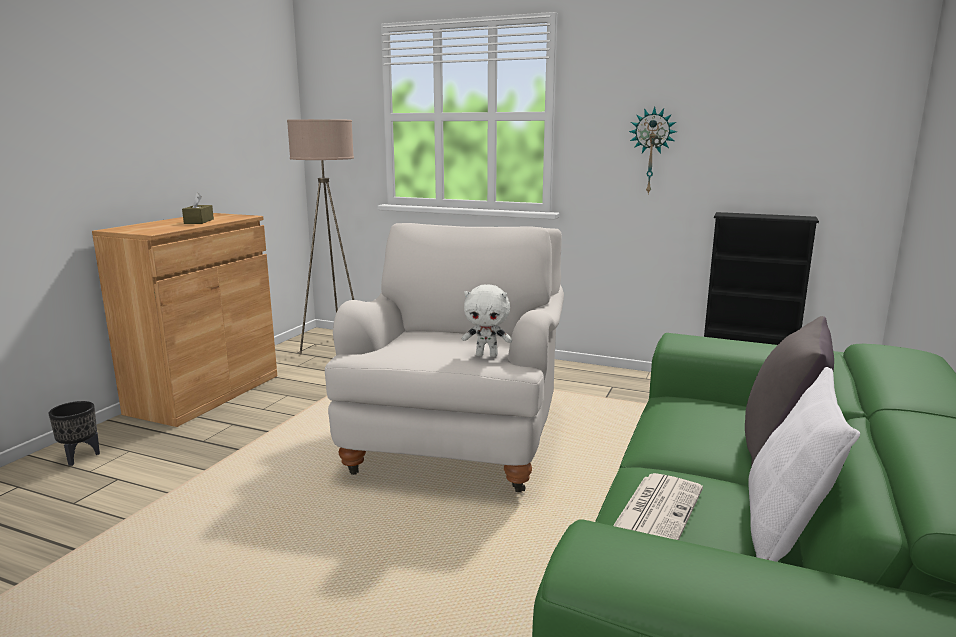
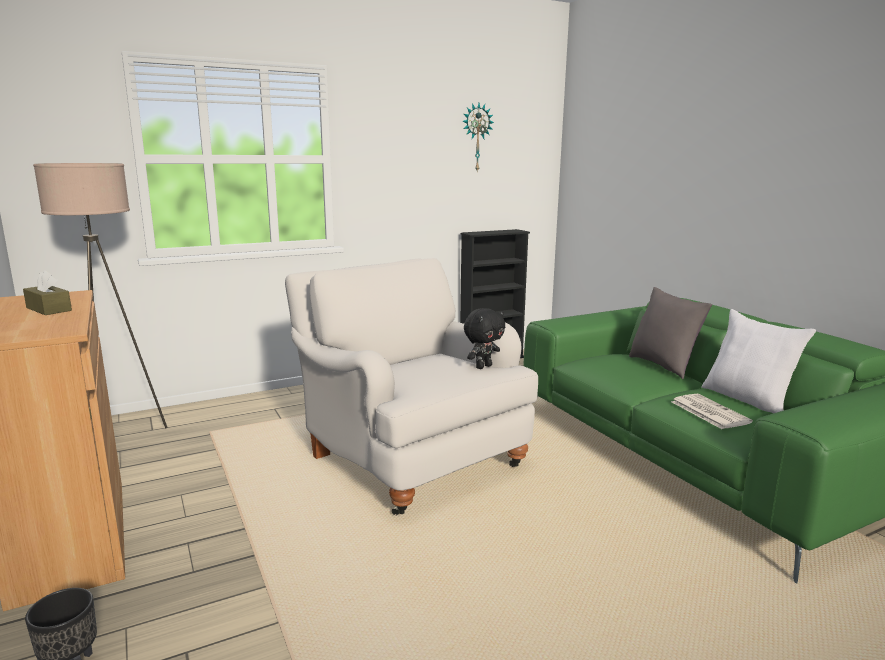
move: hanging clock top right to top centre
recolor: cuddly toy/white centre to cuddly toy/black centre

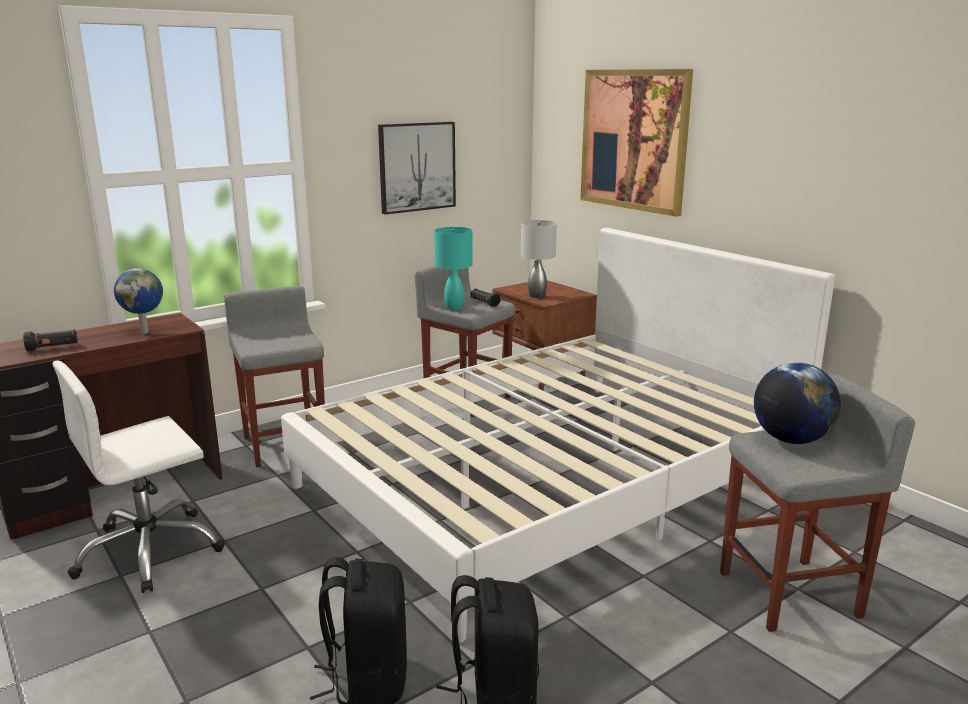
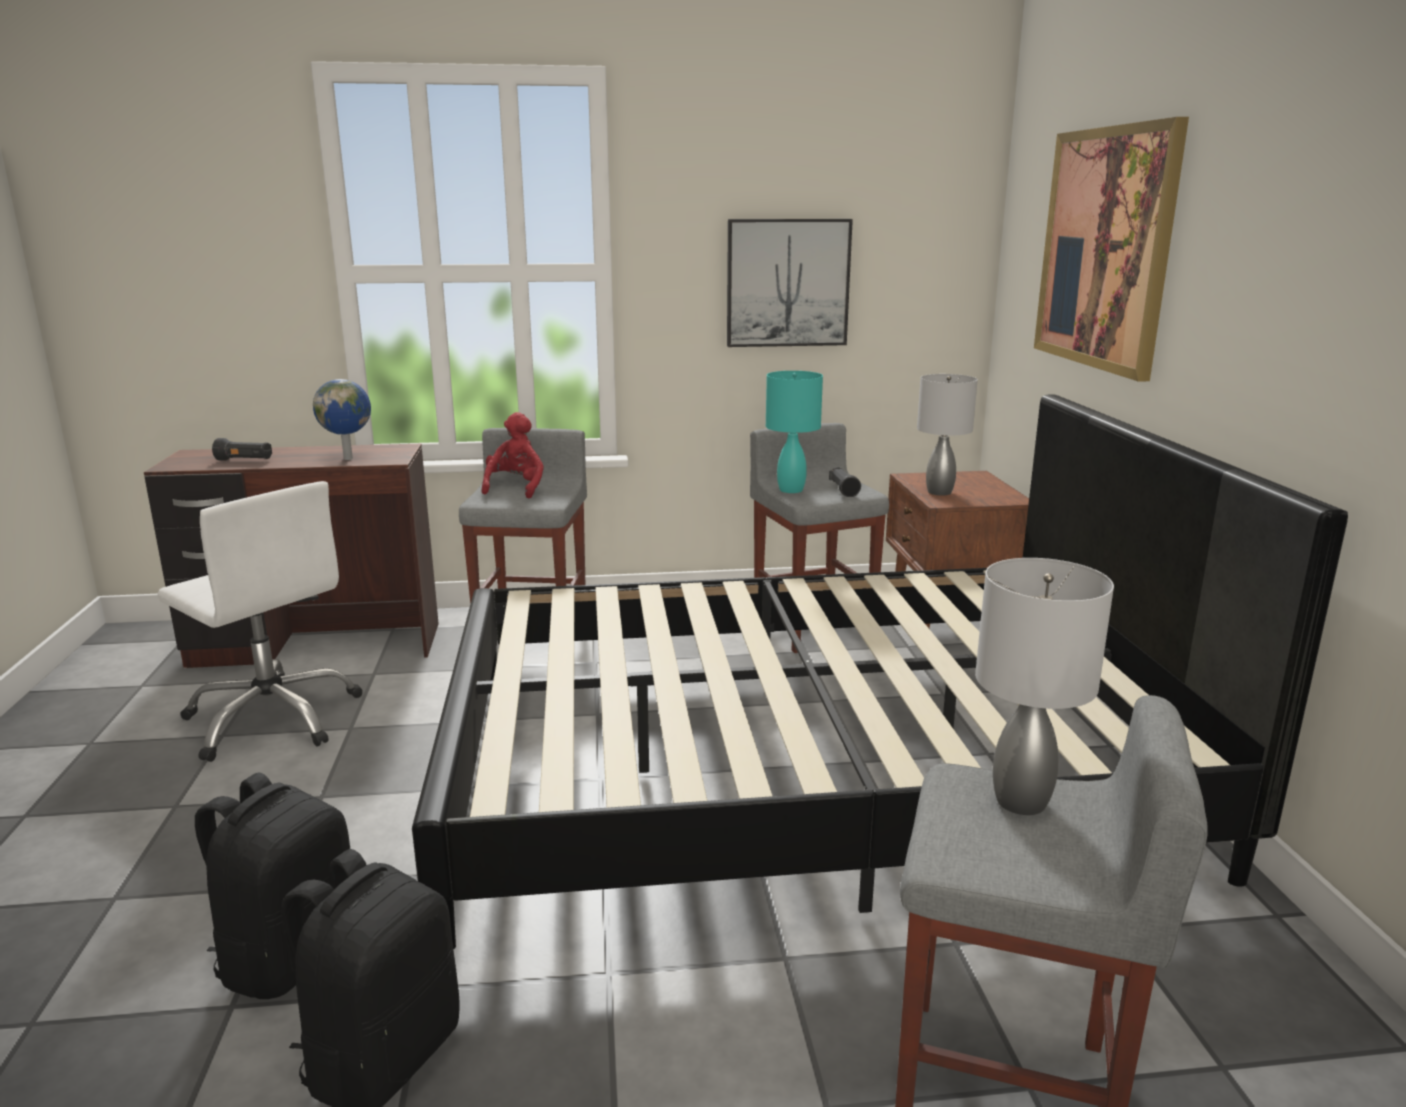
insert: cuddly toy/reddish centre
replace: desk globe (2nd from left) middle right to table lamp/gray (2nd from left) middle right
recolor: bedroom bed/white centre to bedroom bed/black centre
rotate: office chair/white bottom left = middle left 135 degrees counterclockwise

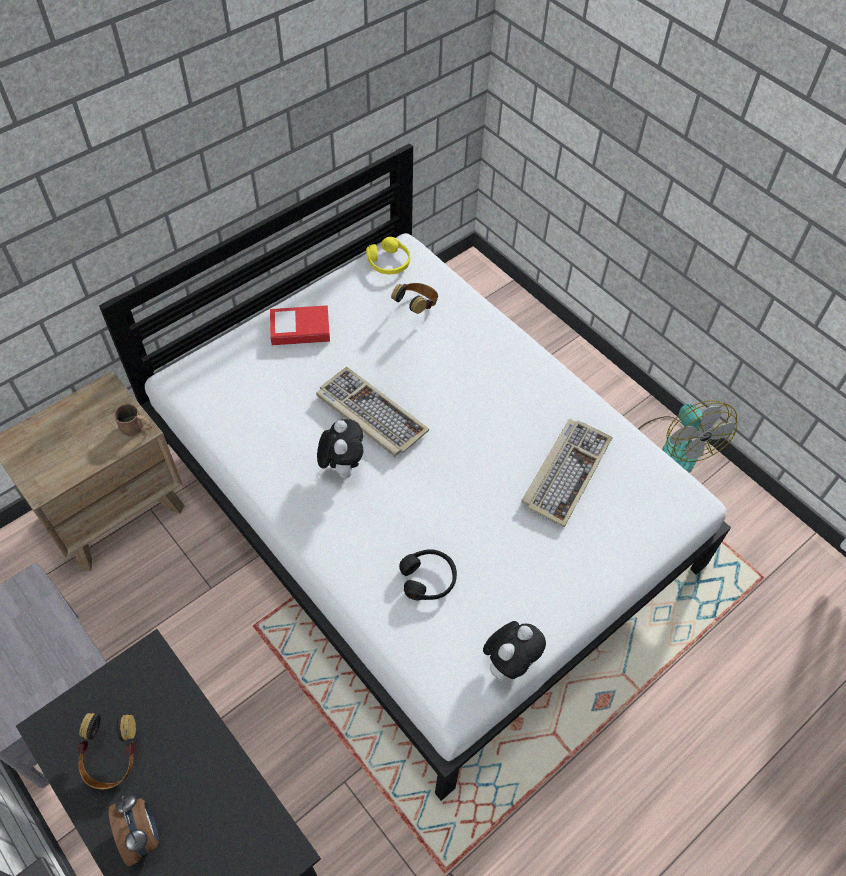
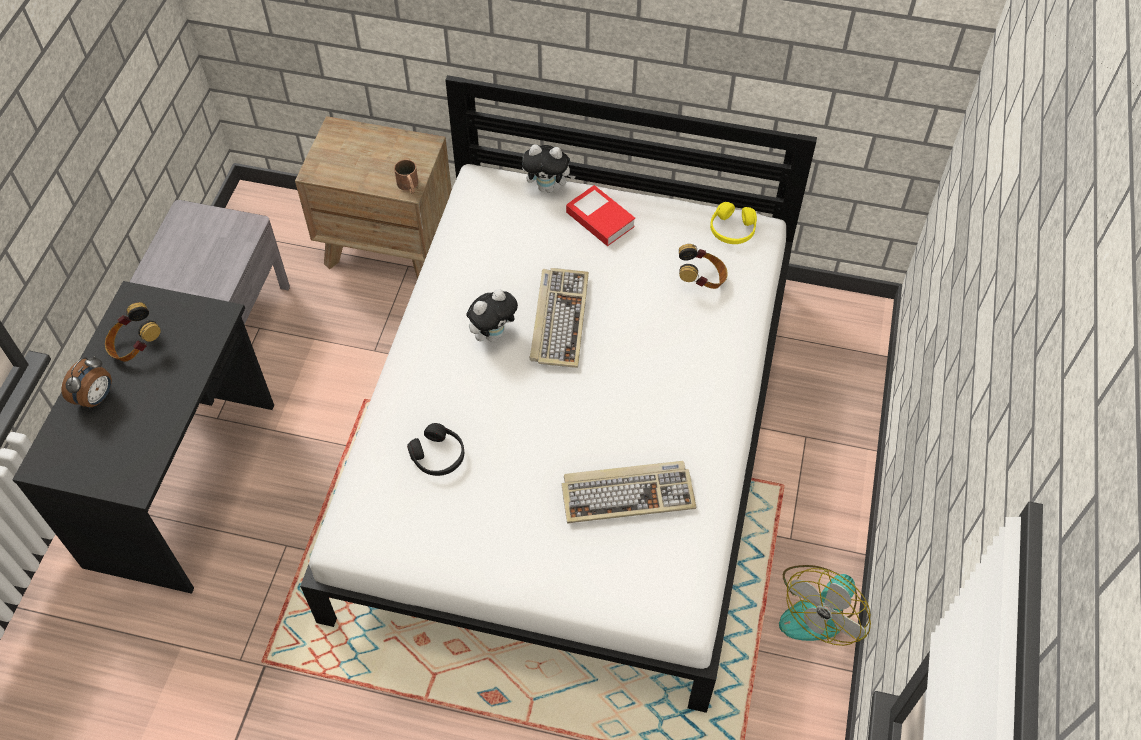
move: cuddly toy (2nd from left) bottom centre to top centre

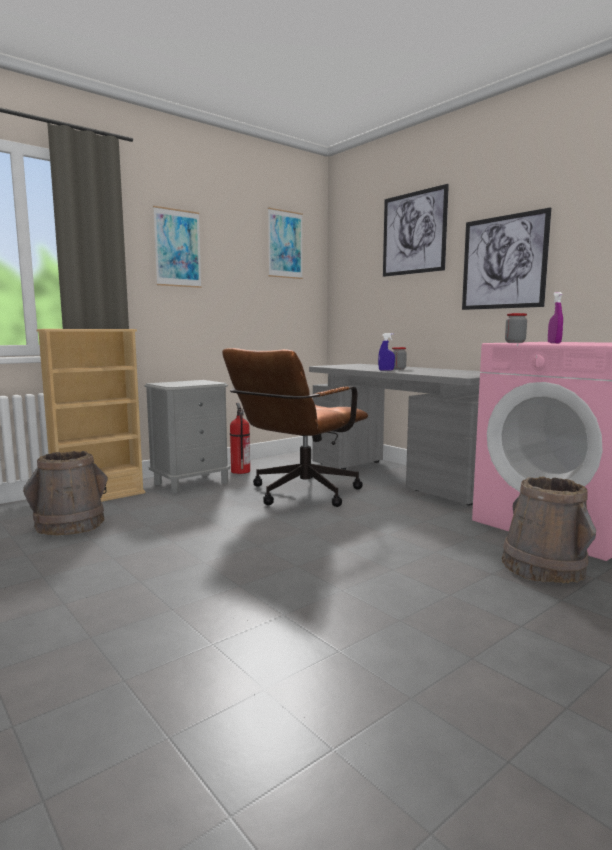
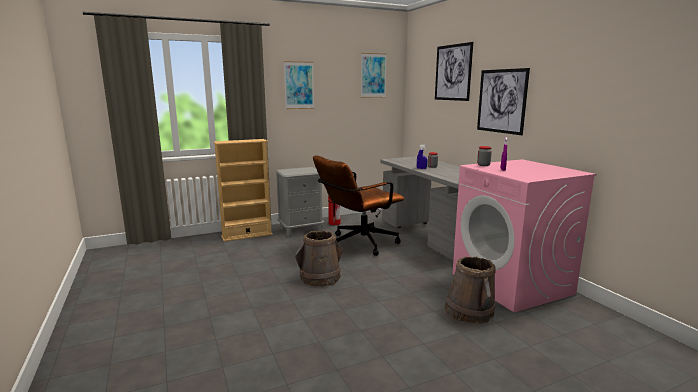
move: pail/brownish (1st from left) middle left to centre

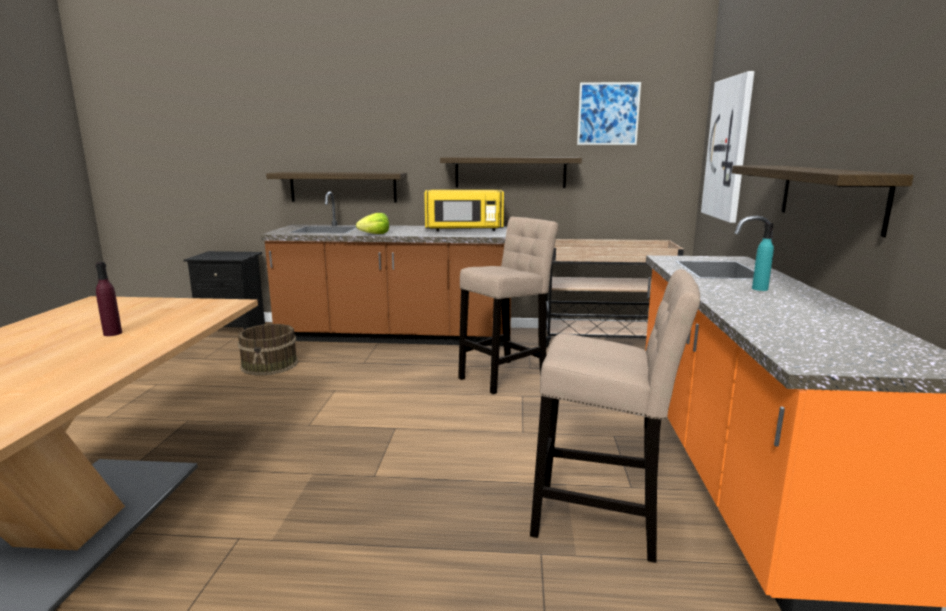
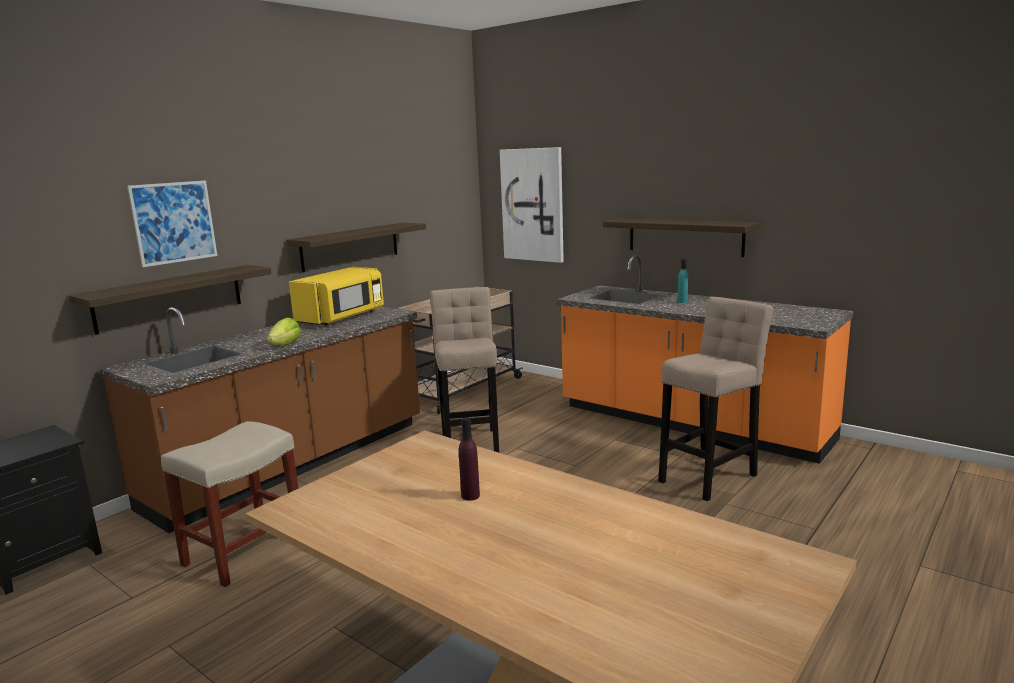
move: wall art (1st from left) top centre to top left
replace: pail/brownish middle left to sitting stool/beige (1st from left) bottom left

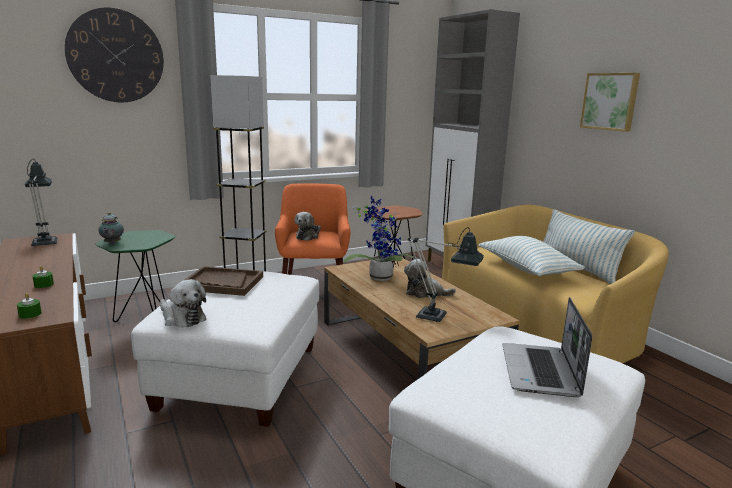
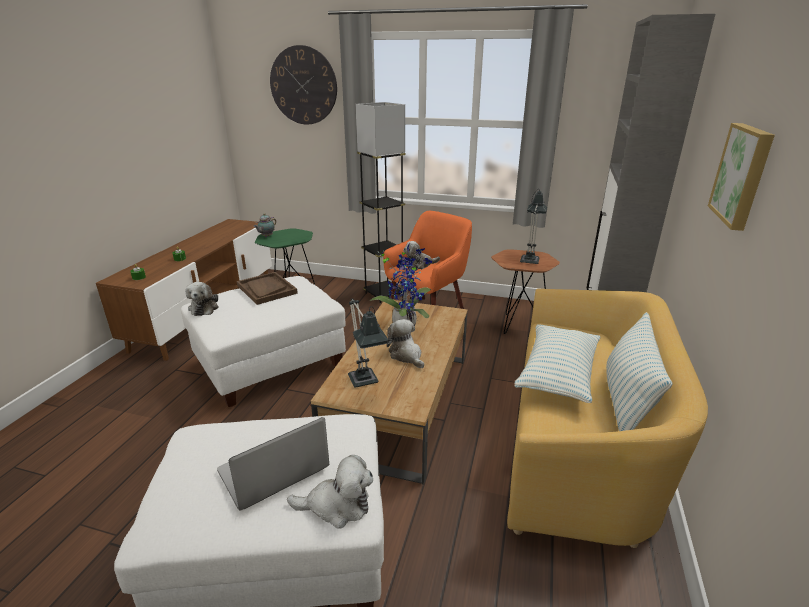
insert: cuddly toy (2nd from left) bottom centre
move: table lamp (1st from left in the first image) middle left to table lamp (2nd from left) centre

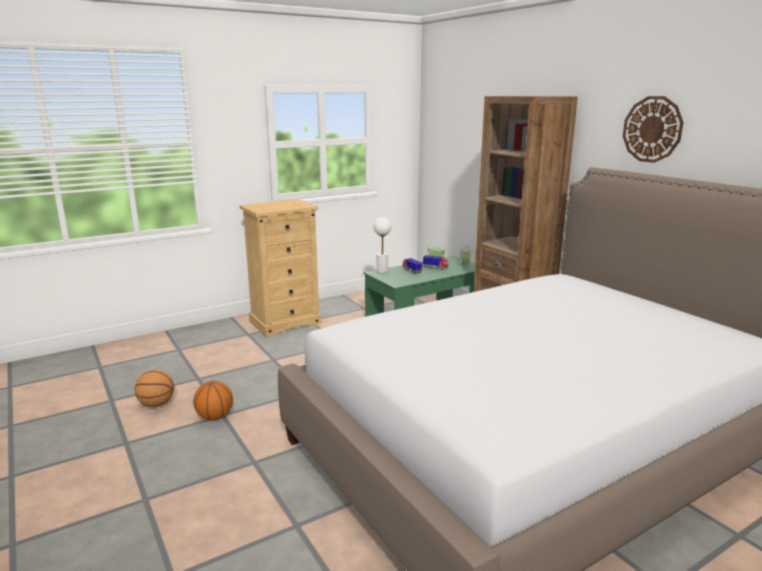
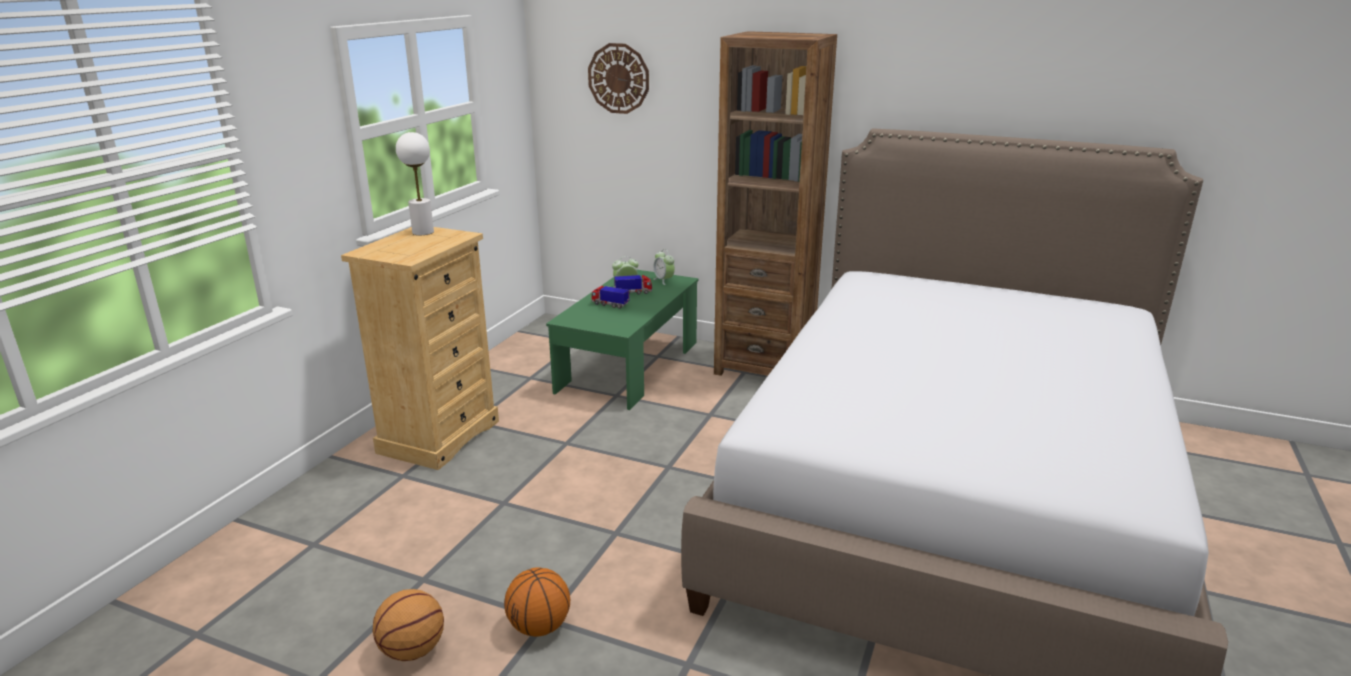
move: table lamp/white centre to top left; hanging clock top right to top centre

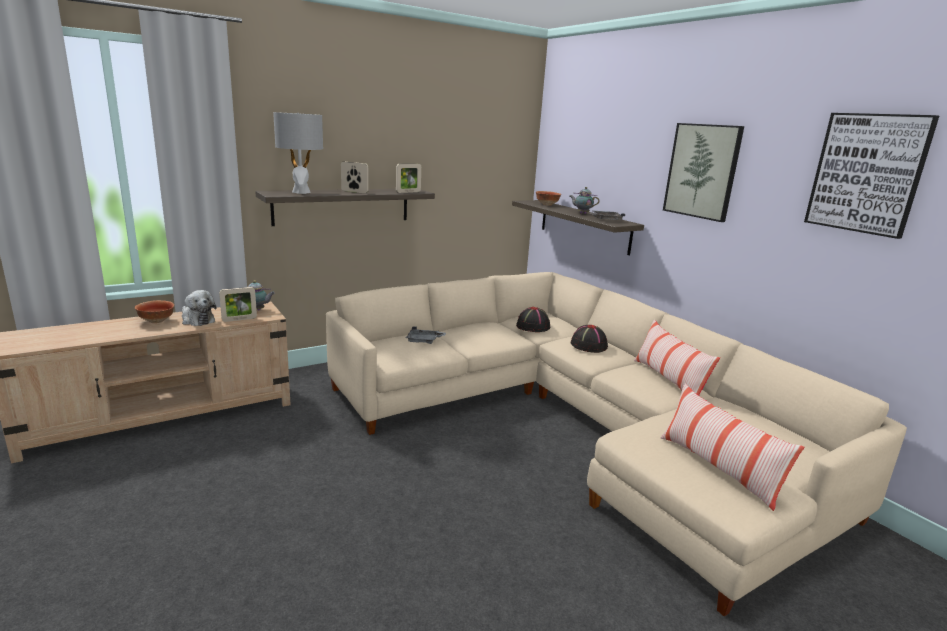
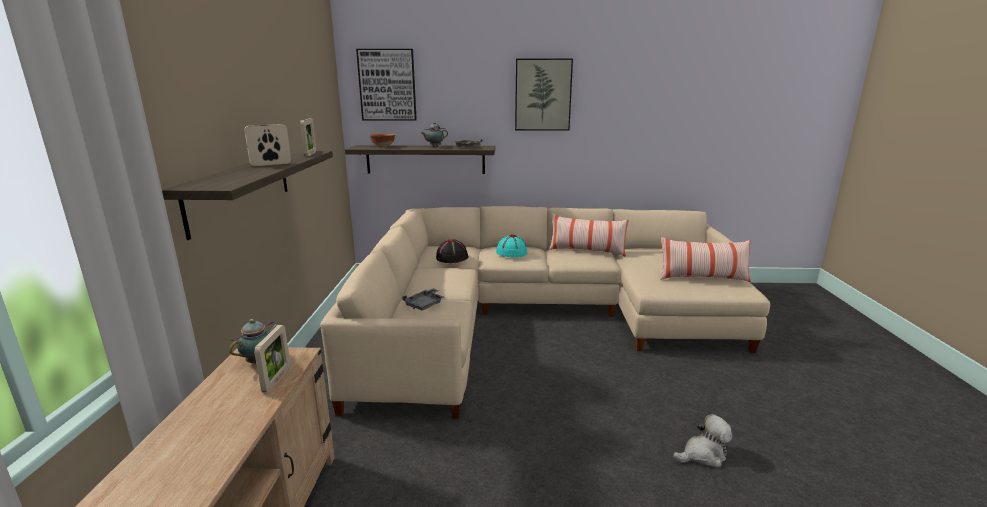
delete: bowl (1st from left) middle left; table lamp/gray top left
move: cuddly toy middle left to bottom right; wall art (2nd from left in the first image) top right to wall art (1st from left) top centre
recolor: hat/black (2nd from left) centre to hat/turquoise-coloured centre

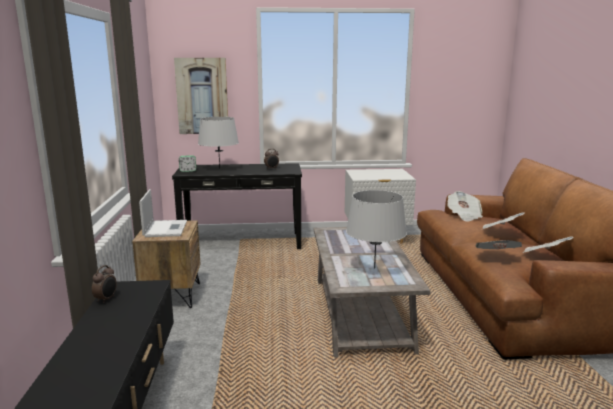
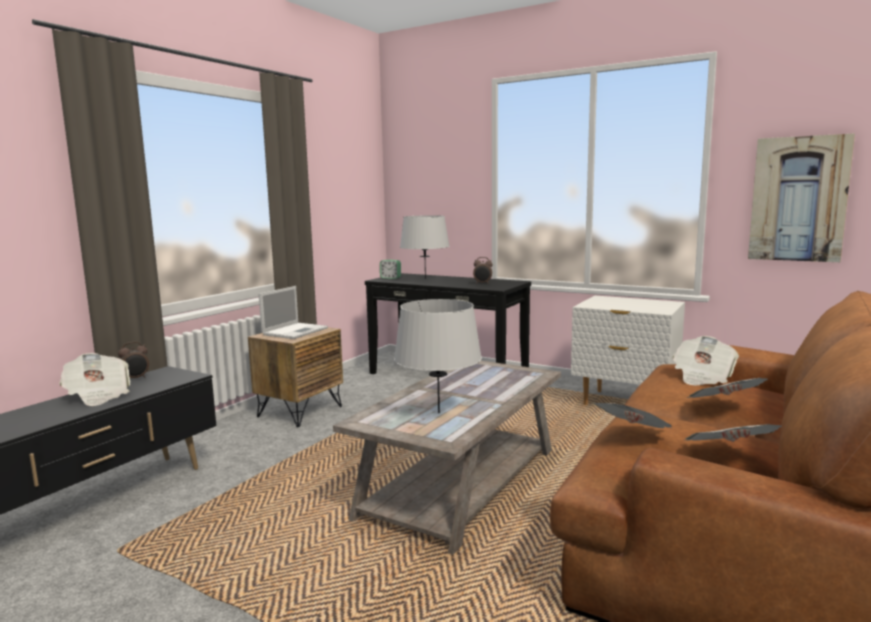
insert: printed paper (1st from left) middle left
move: wall art top left to top right

